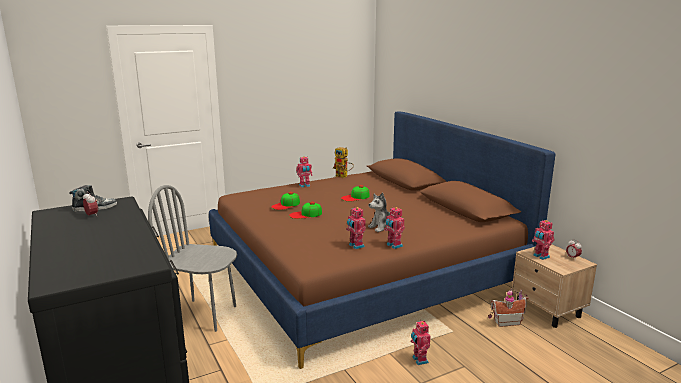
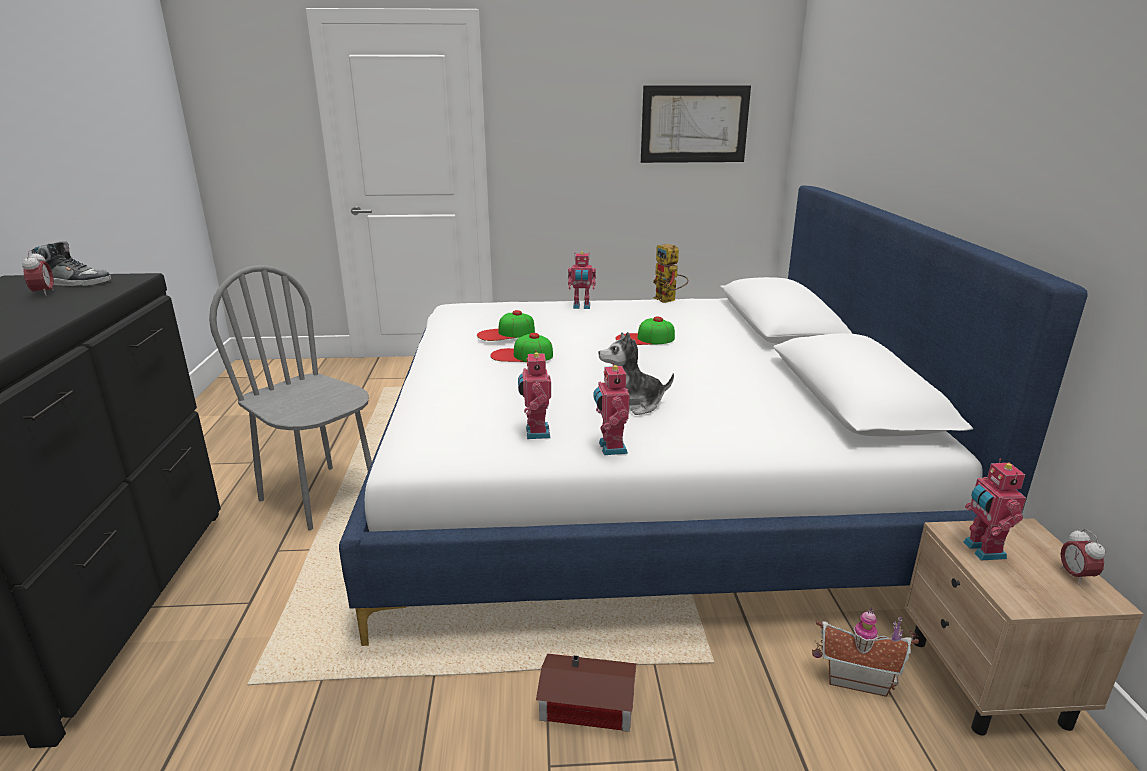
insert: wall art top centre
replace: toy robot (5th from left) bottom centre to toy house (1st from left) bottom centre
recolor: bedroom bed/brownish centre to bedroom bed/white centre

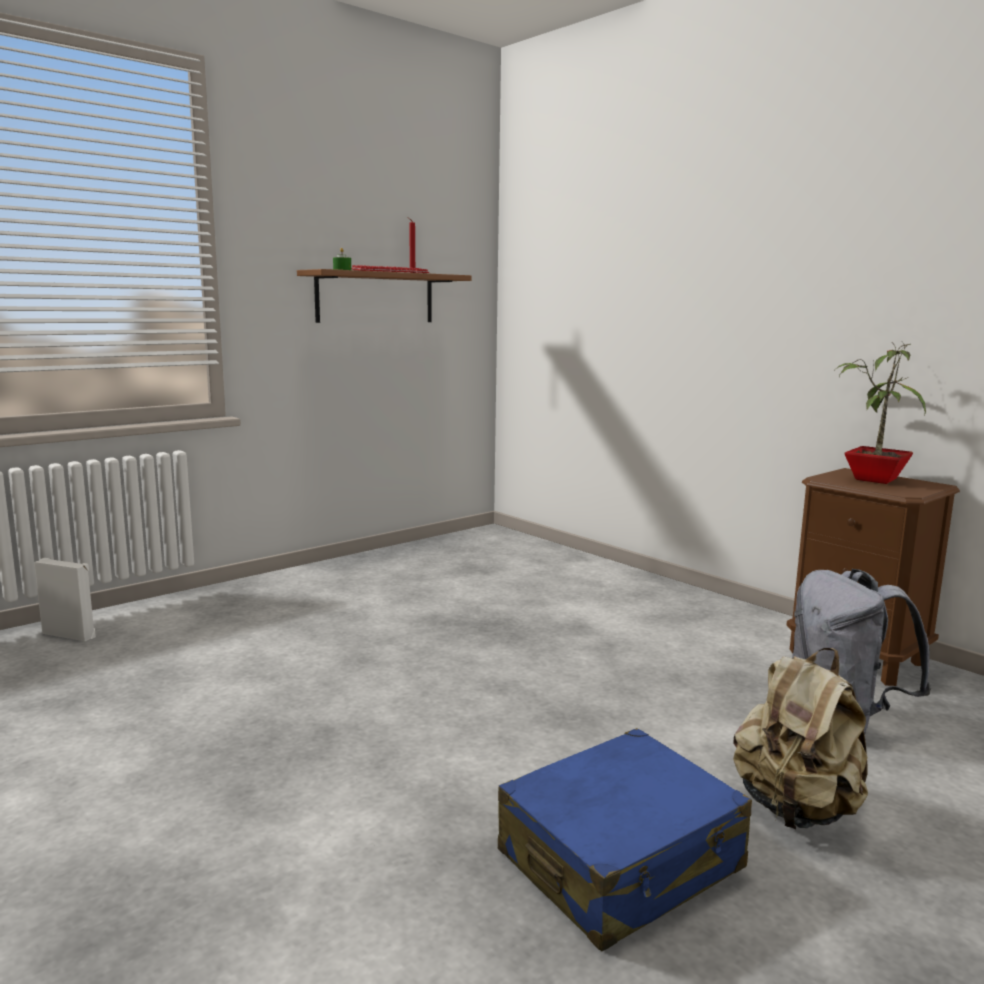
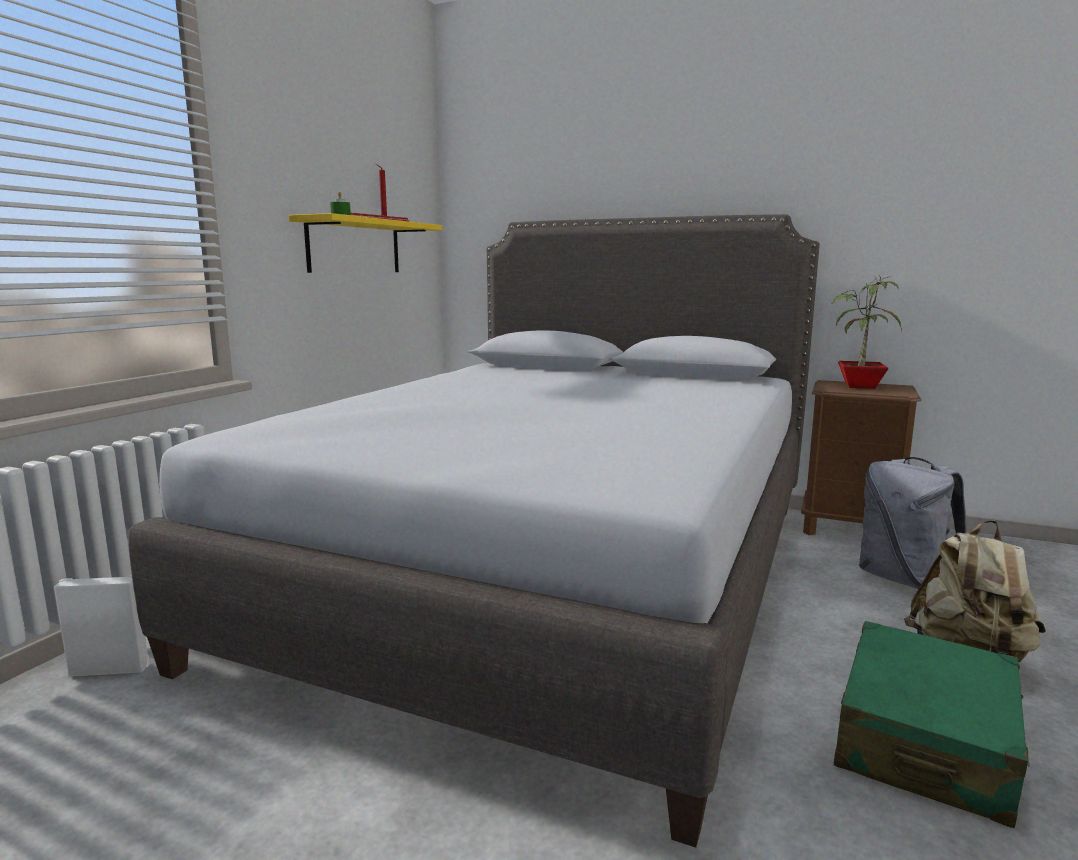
insert: bedroom bed/gray centre
recolor: shelf/brownish top centre to shelf/yellow-coloured top centre; suitcase/bluish bottom centre to suitcase/green-coloured bottom right

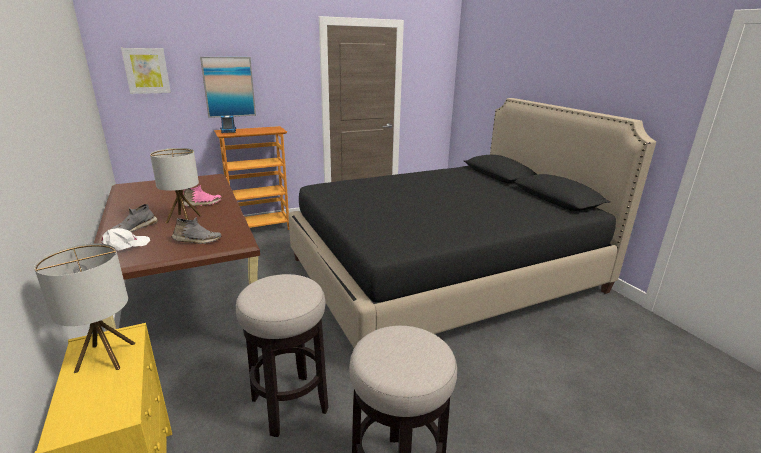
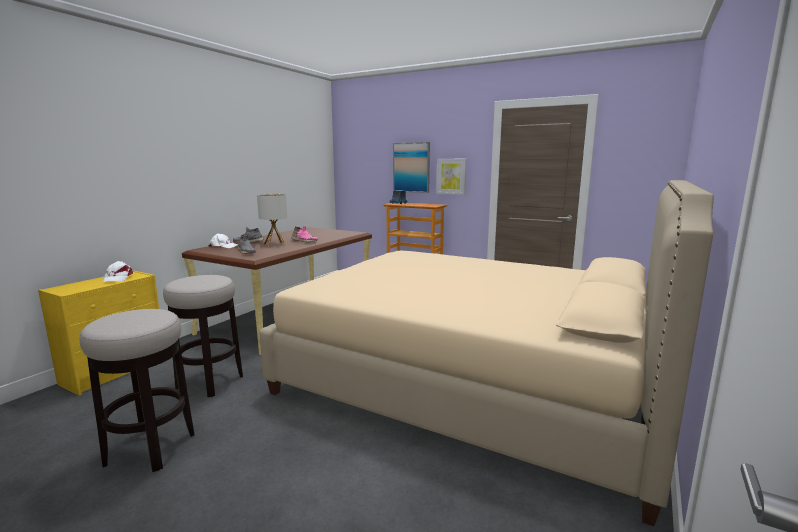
move: wall art (1st from left in the first image) top left to wall art (2nd from left) top centre
replace: table lamp (1st from left) bottom left to baseball cap/white (1st from left) middle left
recolor: bedroom bed/black centre to bedroom bed/beige centre

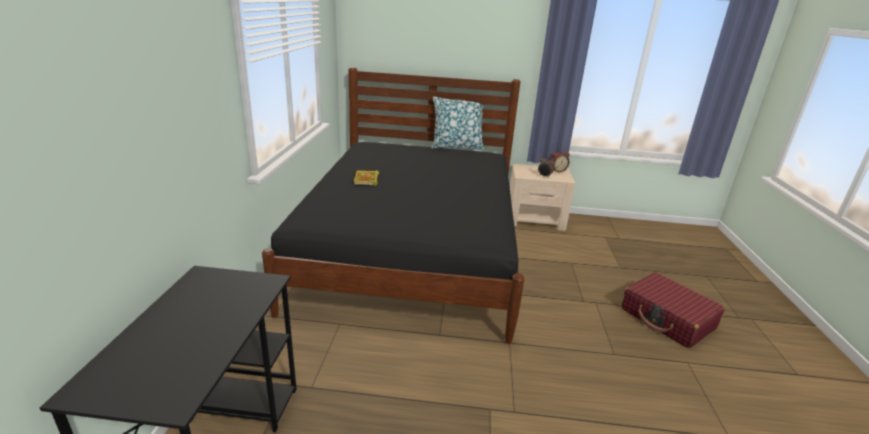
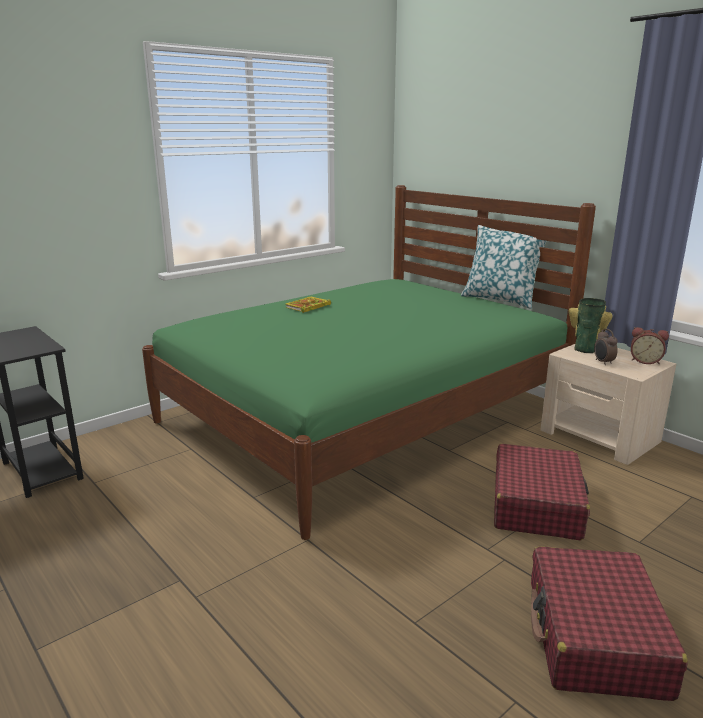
insert: suitcase/reddish (1st from left) bottom right; decorative vase middle right
recolor: bedroom bed/black centre to bedroom bed/green-coloured centre

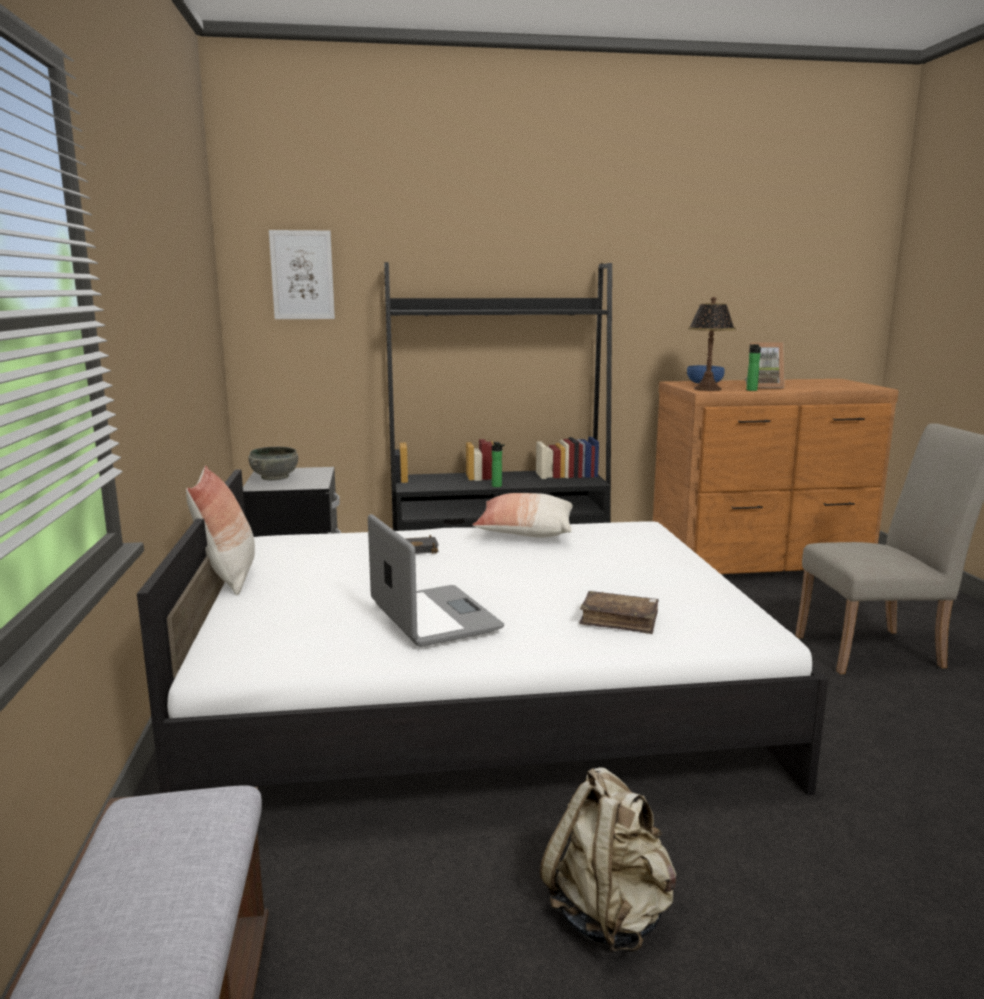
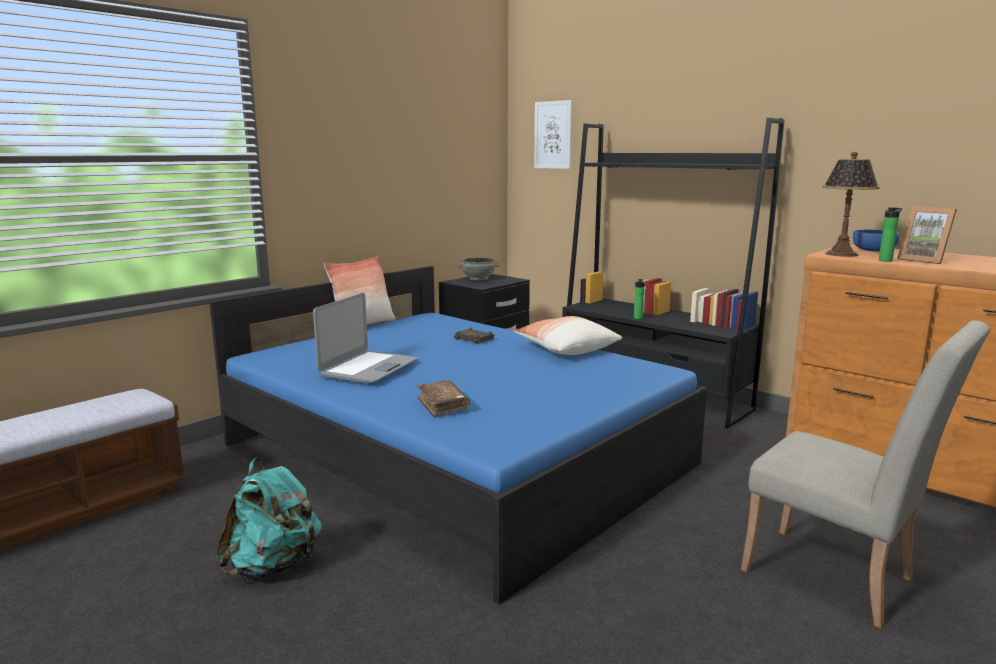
recolor: bedroom bed/white centre to bedroom bed/bluish centre; rucksack/beige bottom centre to rucksack/turquoise-coloured bottom left

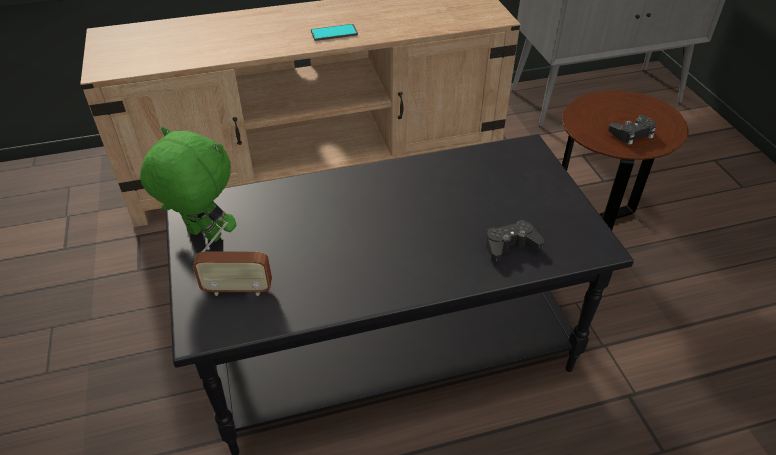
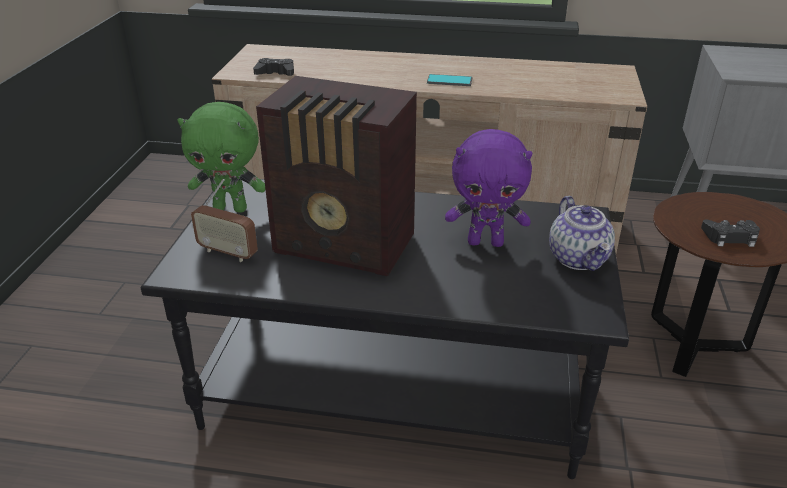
insert: radio (2nd from left) centre; cuddly toy/purplish centre; teapot middle right
move: game controller/black (1st from left) centre to top centre
rotate: cuddly toy/green-coloured middle left = top left 135 degrees clockwise

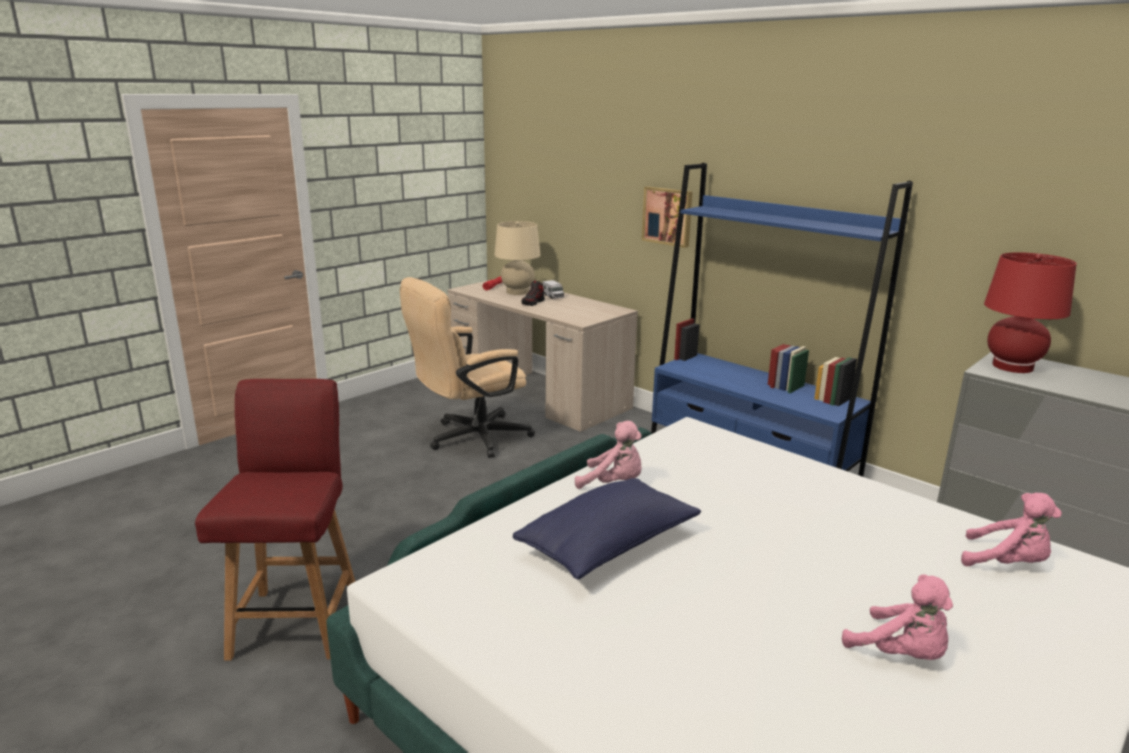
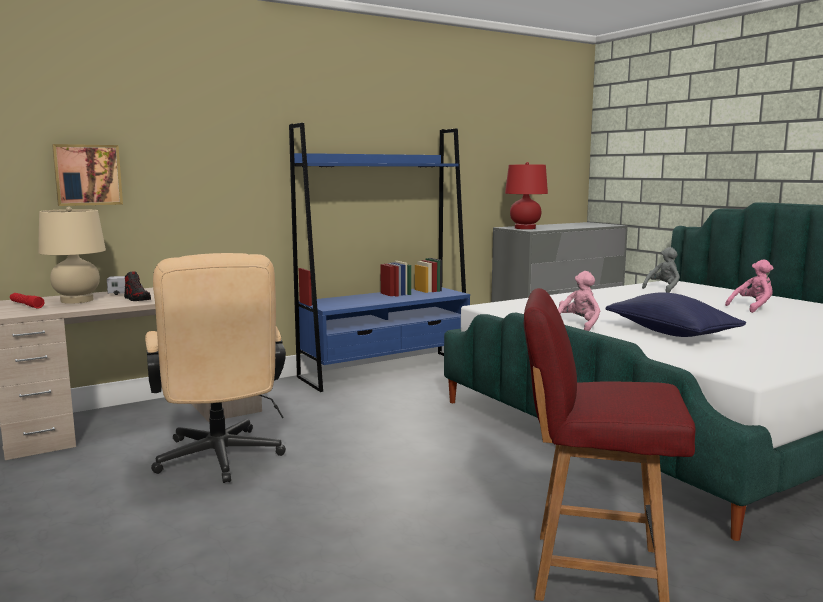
move: wall art top centre to top left
recolor: cuddly toy/pink-coloured (3rd from left) bottom right to cuddly toy/gray middle right

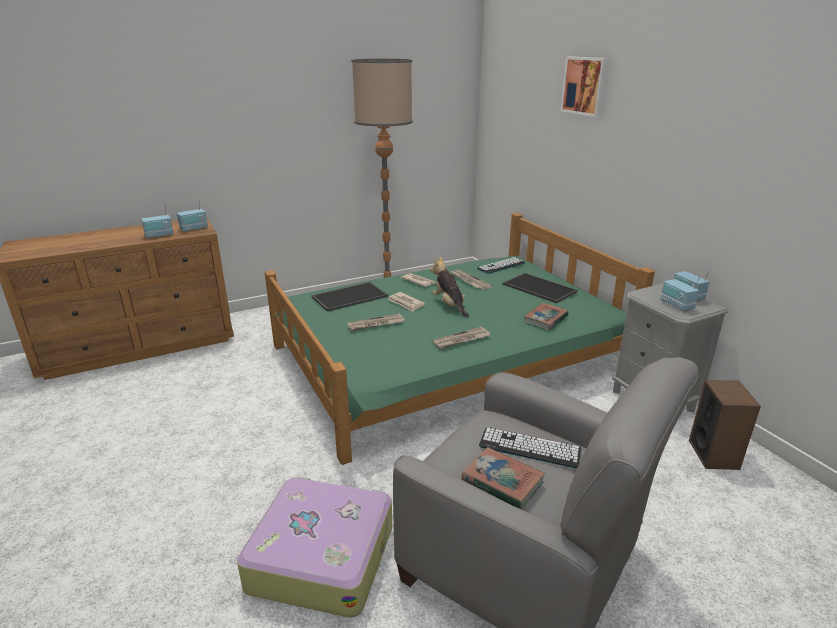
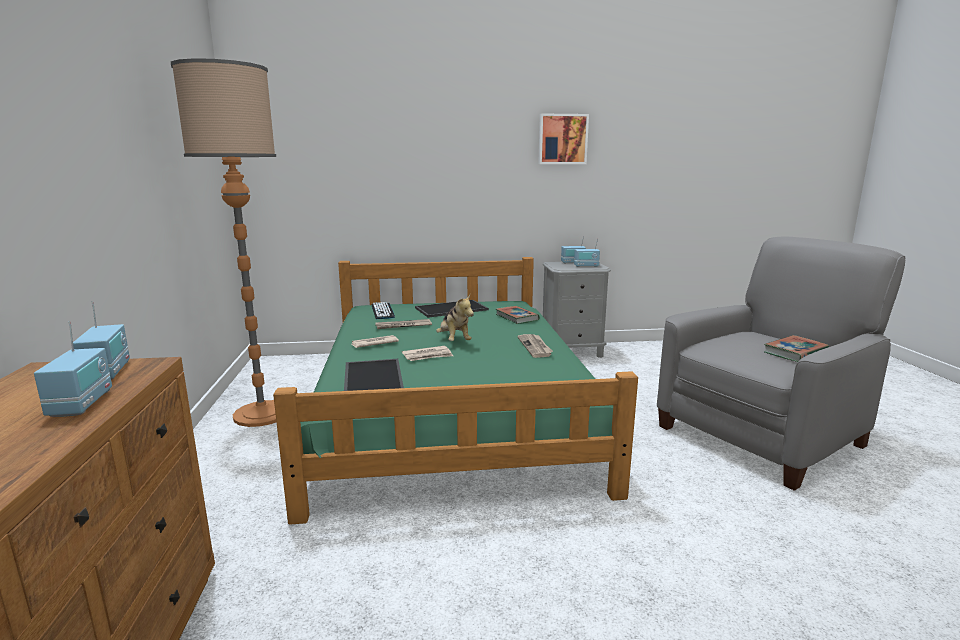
delete: suitcase bottom centre; printed paper (1st from left) centre; keyboard (2nd from left) bottom centre; loudspeaker bottom right
move: wall art top right to top centre
rotate: cuddly toy centre = centre 105 degrees counterclockwise

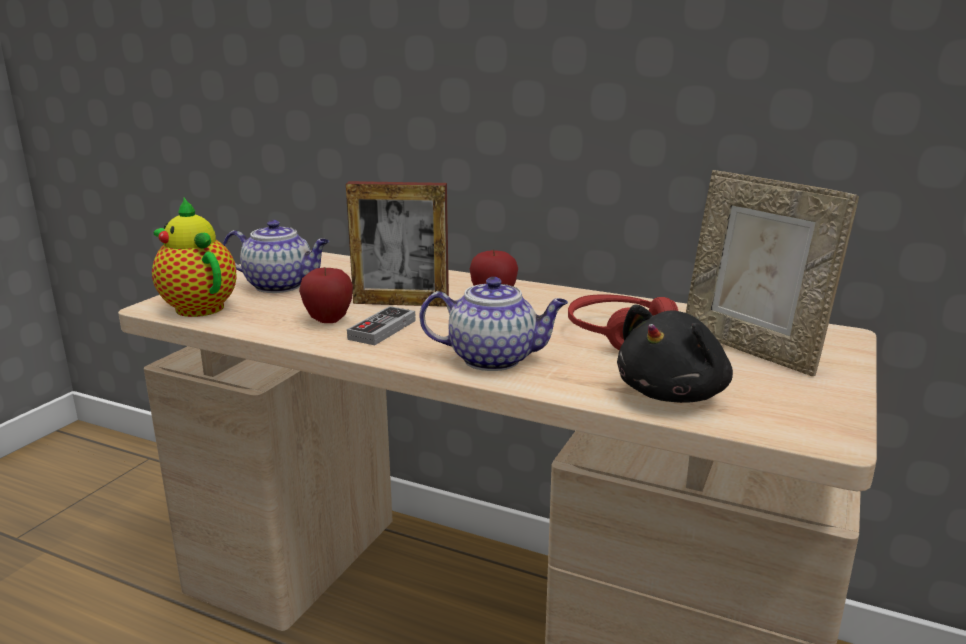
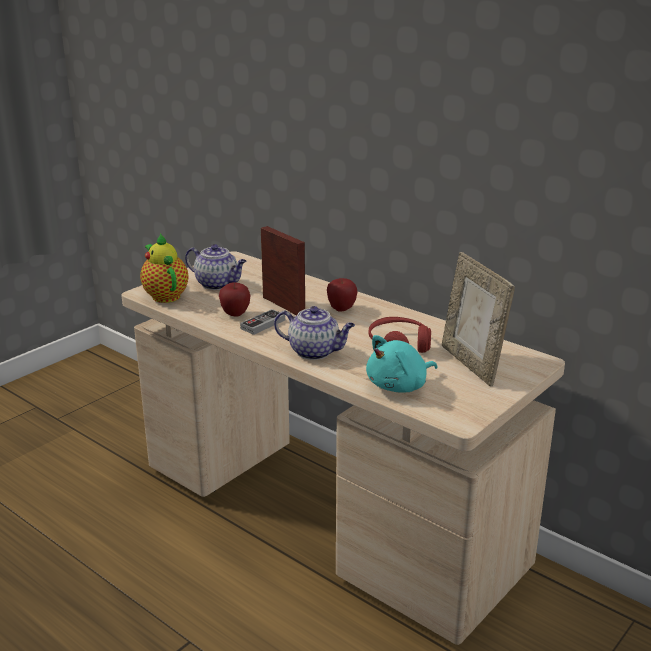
recolor: cuddly toy/black middle right to cuddly toy/turquoise-coloured centre
rotate: picture frame (1st from left) centre = centre 150 degrees counterclockwise

